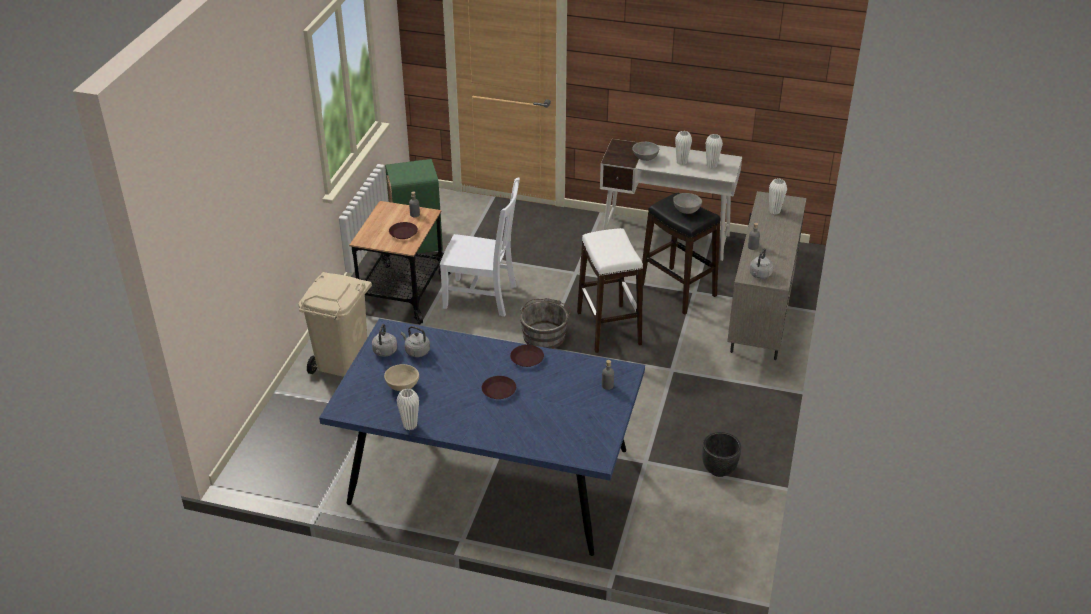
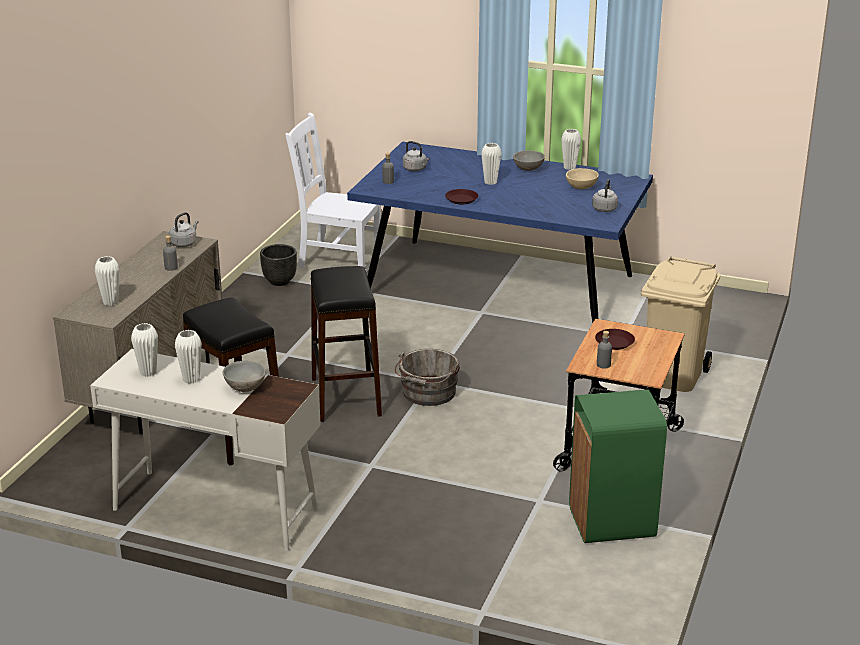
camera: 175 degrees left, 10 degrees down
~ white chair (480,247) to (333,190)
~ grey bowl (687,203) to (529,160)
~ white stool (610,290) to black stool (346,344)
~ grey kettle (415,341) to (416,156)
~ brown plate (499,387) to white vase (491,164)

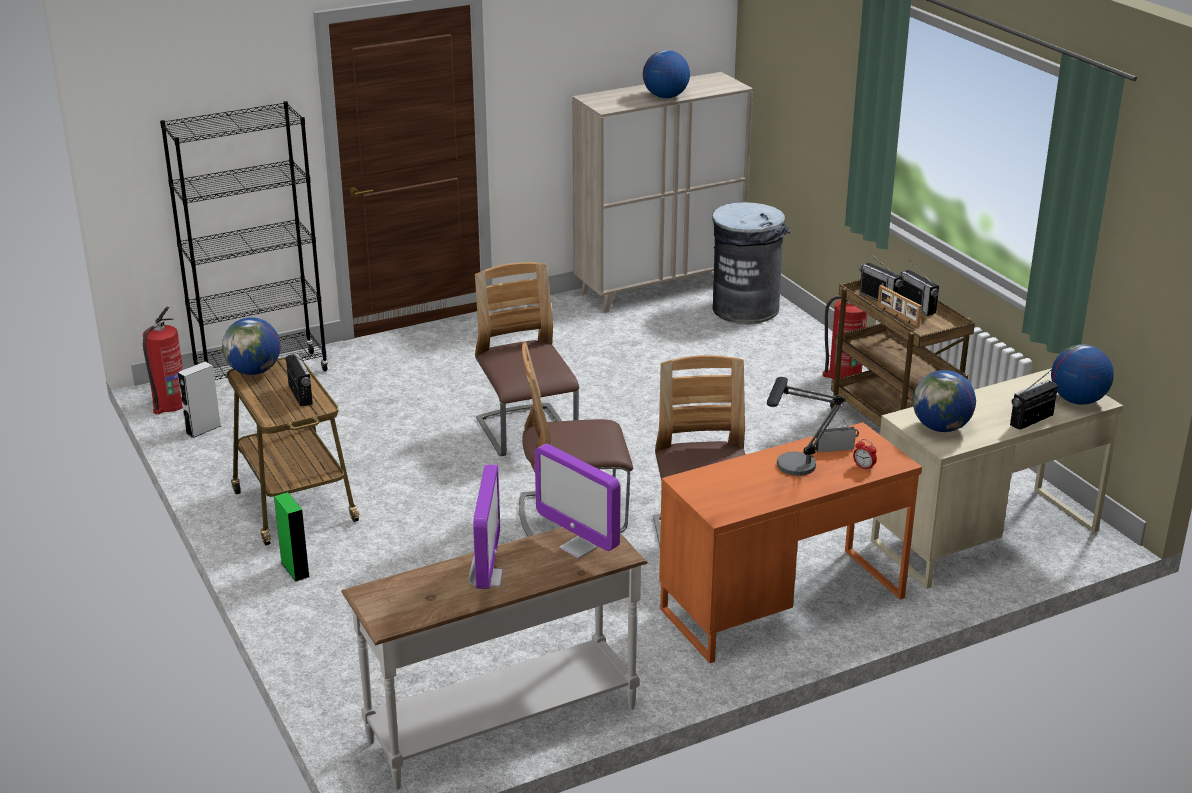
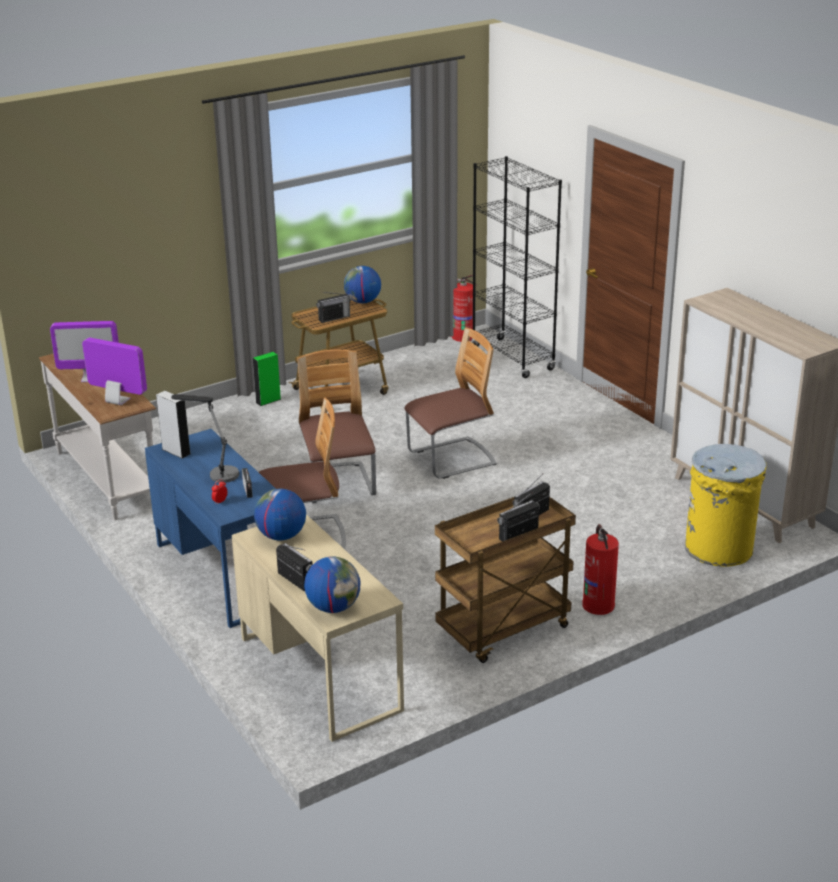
camera: 85 degrees right, 0 degrees up
- globe (666,74)
~ grey trash can (751,263) to yellow trash can (725,505)
- picture frame (899,306)
~ grey speaker (199,399) to (173,425)
~ orange desk (790,542) to blue desk (210,528)
~ monitor (577,501) = (114,371) 75 degrees clockwise

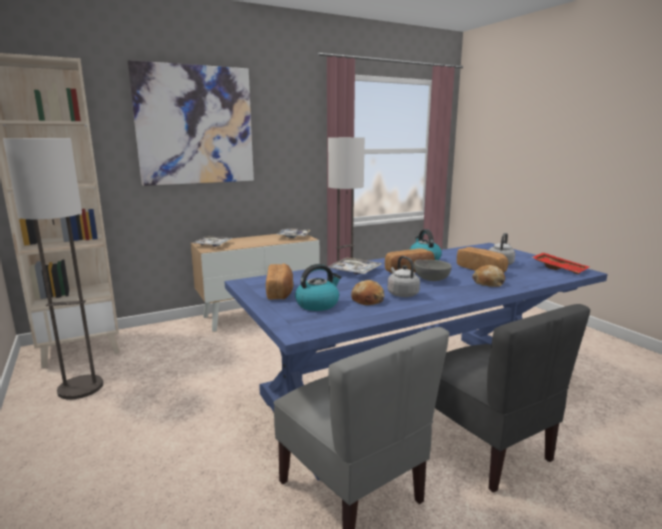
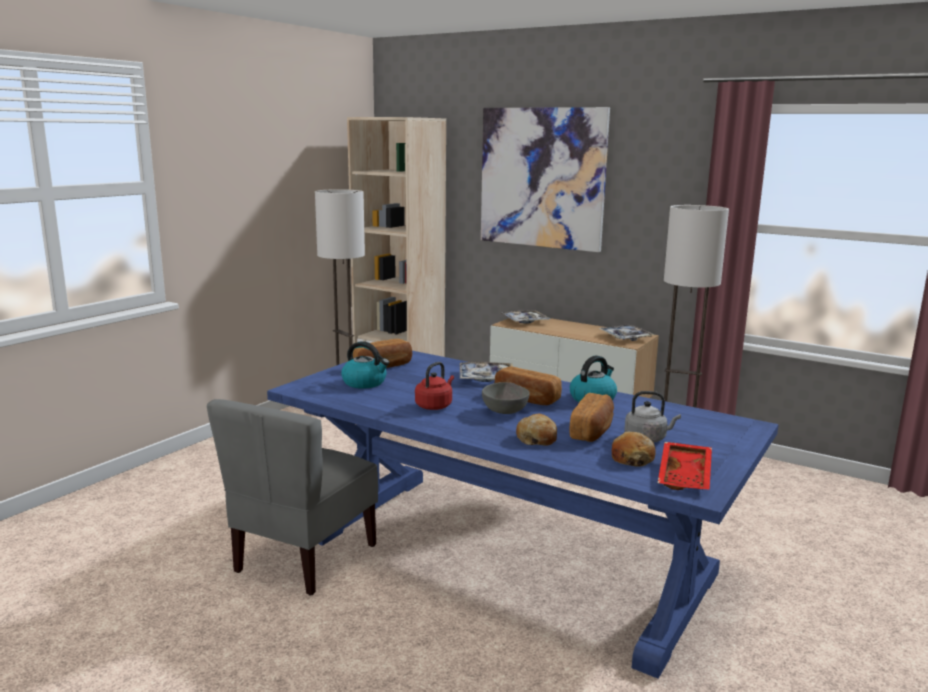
camera: 60 degrees right, 0 degrees up
~ grey kettle (404,276) to red kettle (434,386)
~ bread (368,292) to (634,449)
- grey chair (512,398)

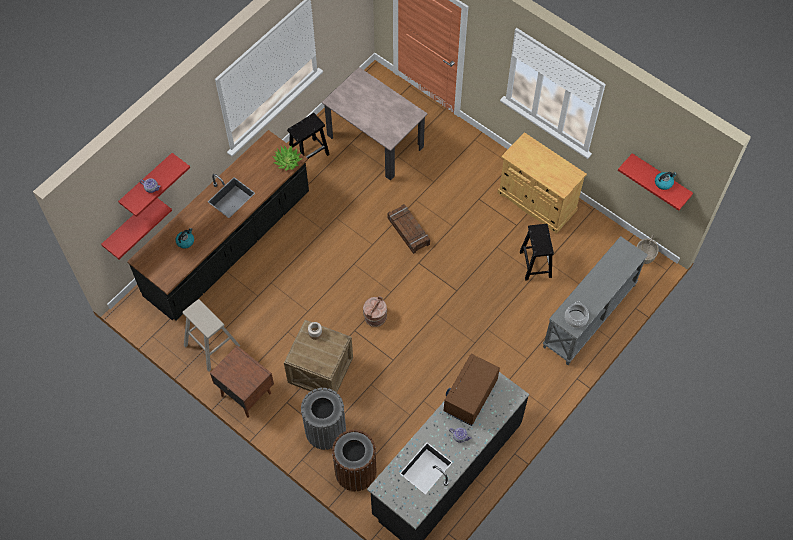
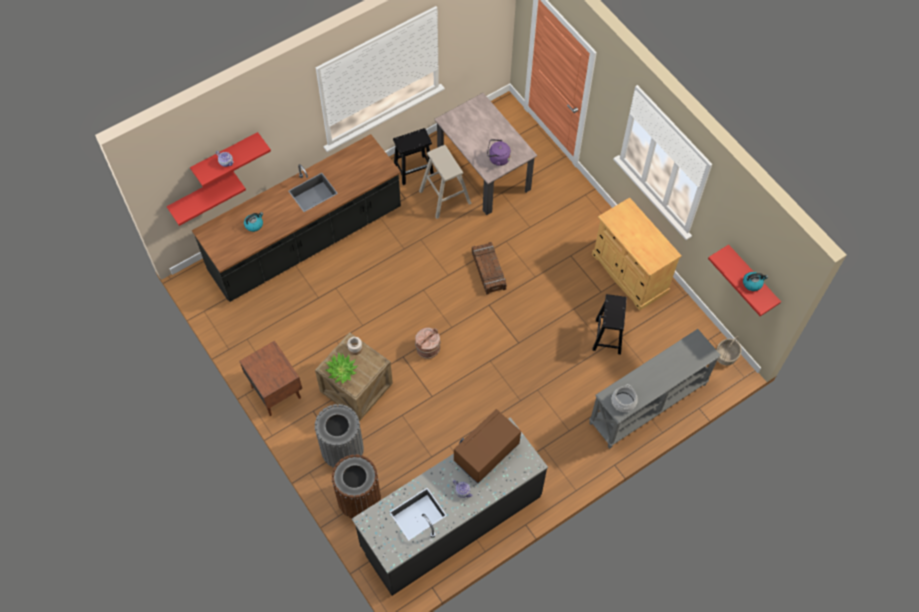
camera: 15 degrees right, 0 degrees up
~ potted plant (287,158) to (341,367)
~ beige stool (211,335) to (445,182)
+ purple kettle (499,152)

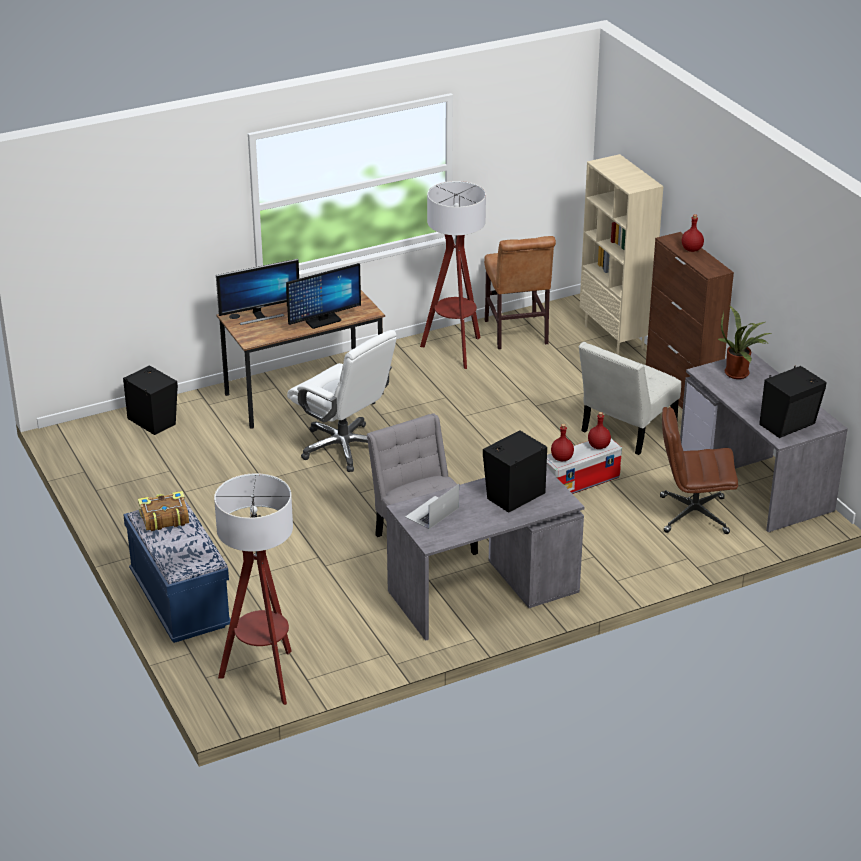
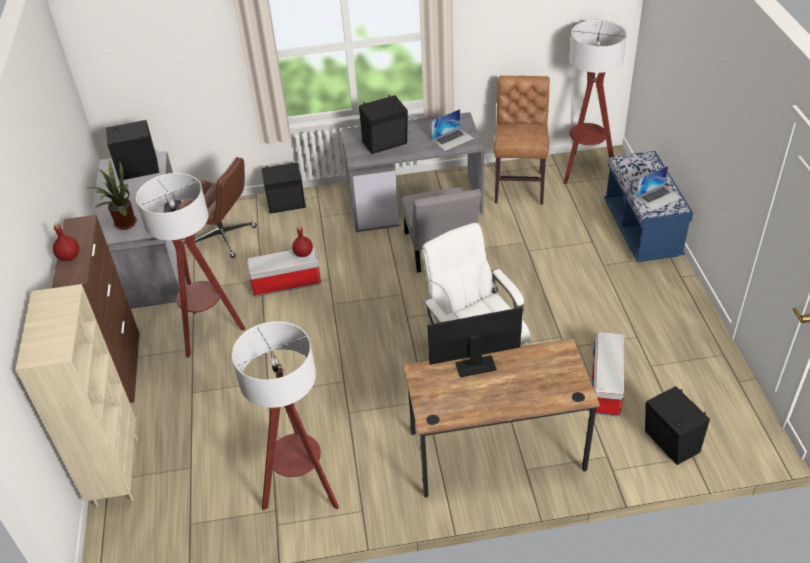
camera: 160 degrees left, 10 degrees up
~ brown chair (520,292) to (522,140)
- monitor (257,292)
~ white chair (630,398) to floor lamp (191,265)
- red bottle (599,430)
~ book (163,511) to laptop (659,188)
+ black speaker (283,188)
+ storage box (608,374)

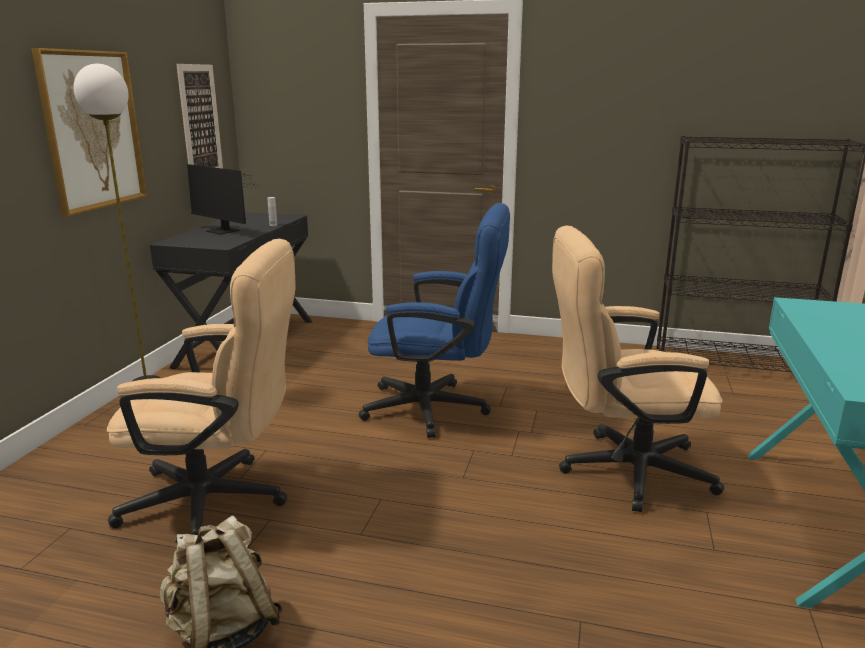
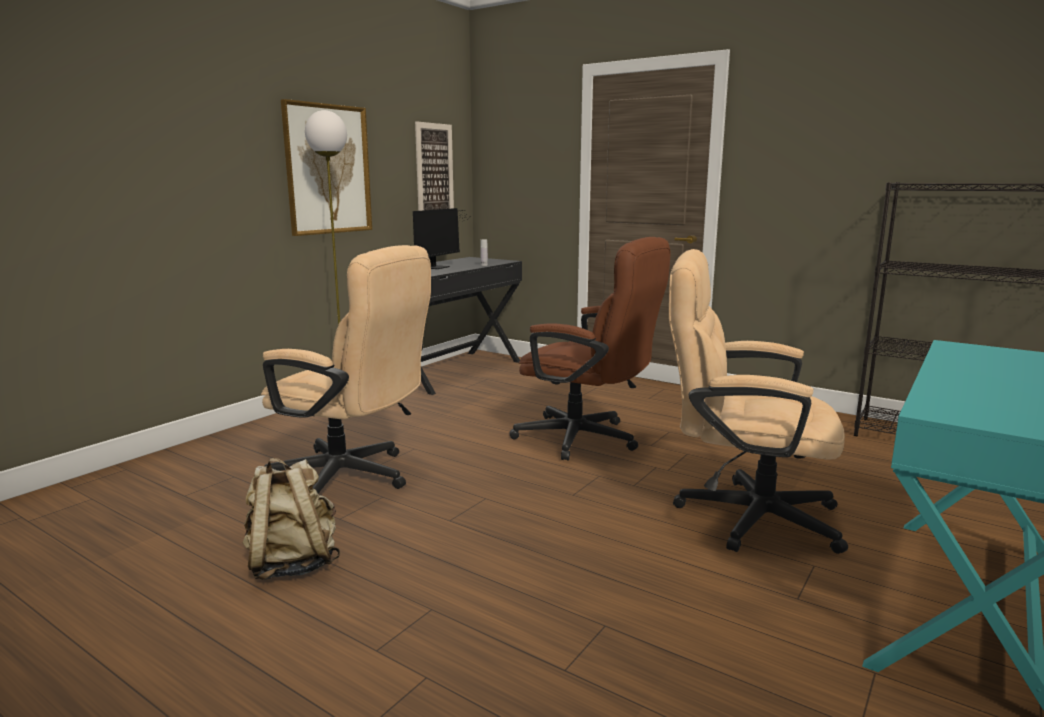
camera: 20 degrees right, 5 degrees down
~ monitor (223,199) = (440,238) 120 degrees counterclockwise
~ blue office chair (434,320) to brown office chair (590,349)

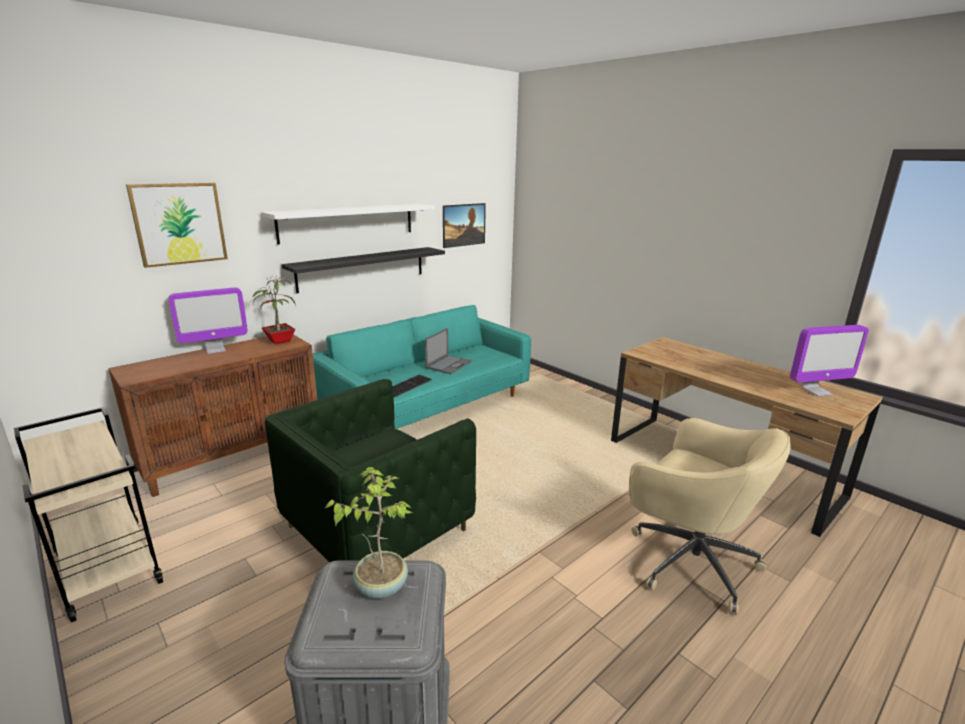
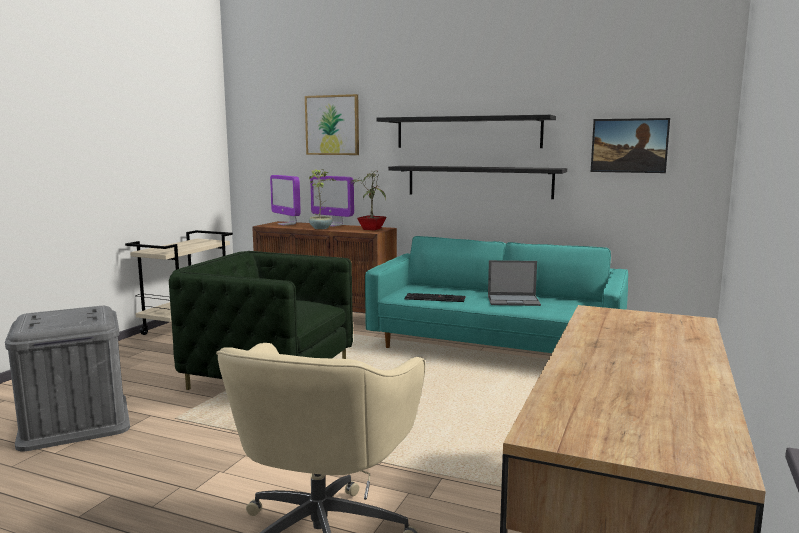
camera: 65 degrees right, 10 degrees down
~ white shelf (348,224) to black shelf (466,131)
~ monitor (829,360) to (285,200)
~ potted plant (369,533) to (322,199)

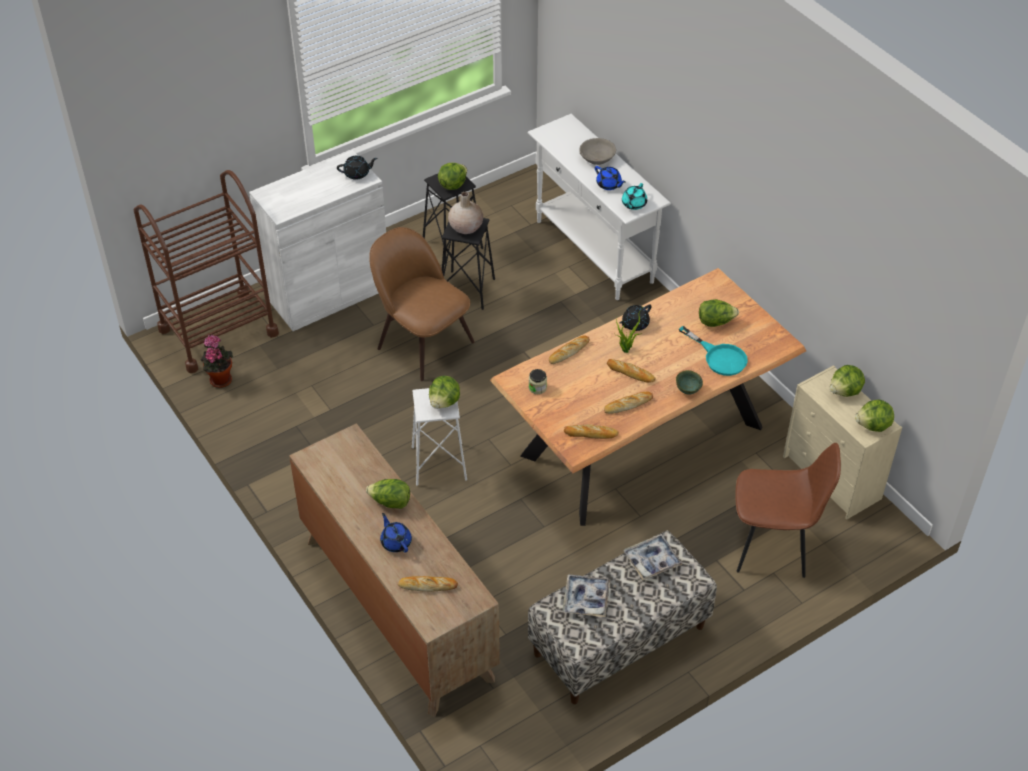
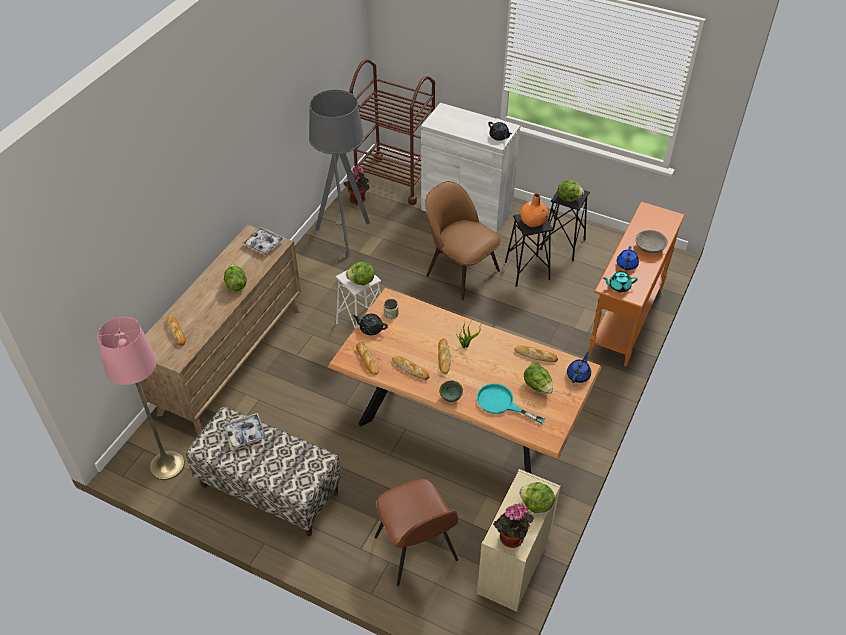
camera: 60 degrees right, 0 degrees up
~ white console table (599,207) to orange console table (637,284)
~ beige vase (465,213) to orange vase (534,210)
~ brown chair (422,304) = (463,240) 60 degrees counterclockwise
~ black teapot (636,317) to (370,324)
~ turquoise frying pan (713,351) = (511,403) 105 degrees clockwise
~ bread (569,350) to (536,354)
~ lettuce (874,416) to potted plant (513,525)
~ blue teapot (396,532) to (579,367)
~ tray (653,557) to (263,241)
+ grey floor lamp (339,173)
+ pink floor lamp (141,398)

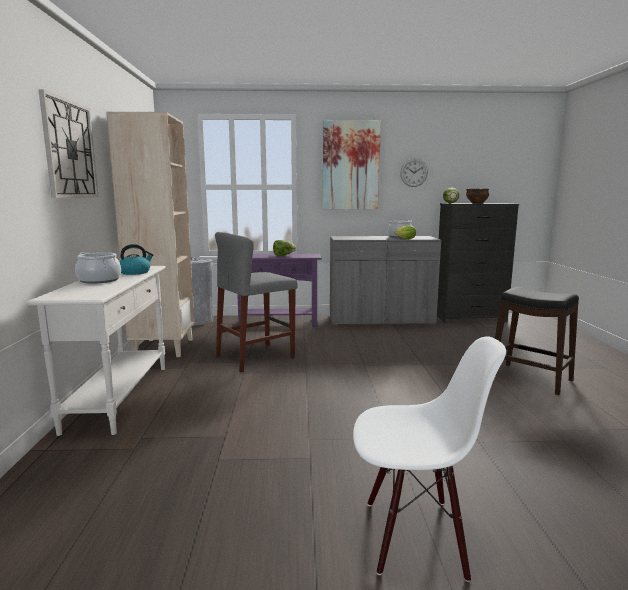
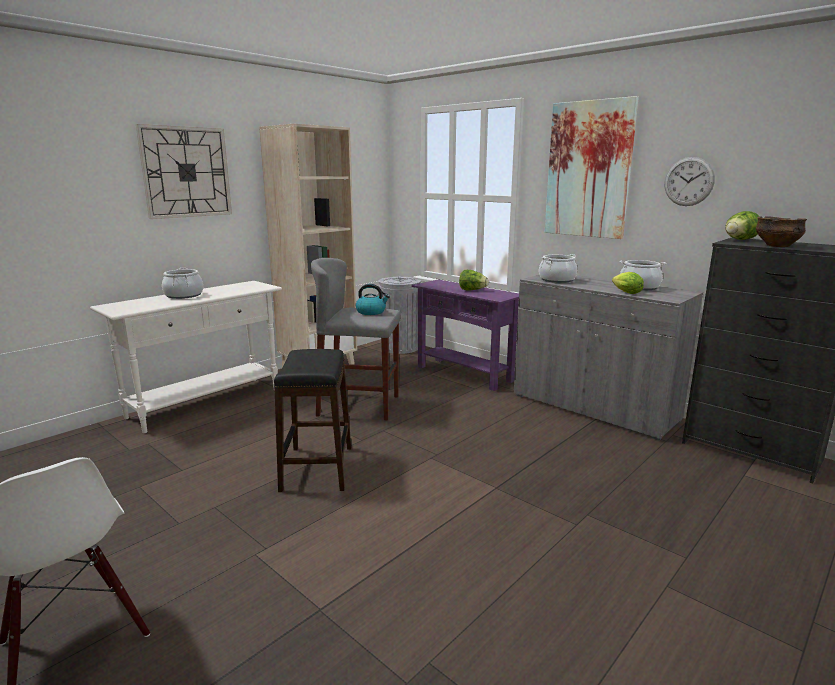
camera: 45 degrees right, 5 degrees up
~ kettle (136,259) to (373,299)
~ black stool (537,341) to (312,420)
+ cooking pot (558,268)

